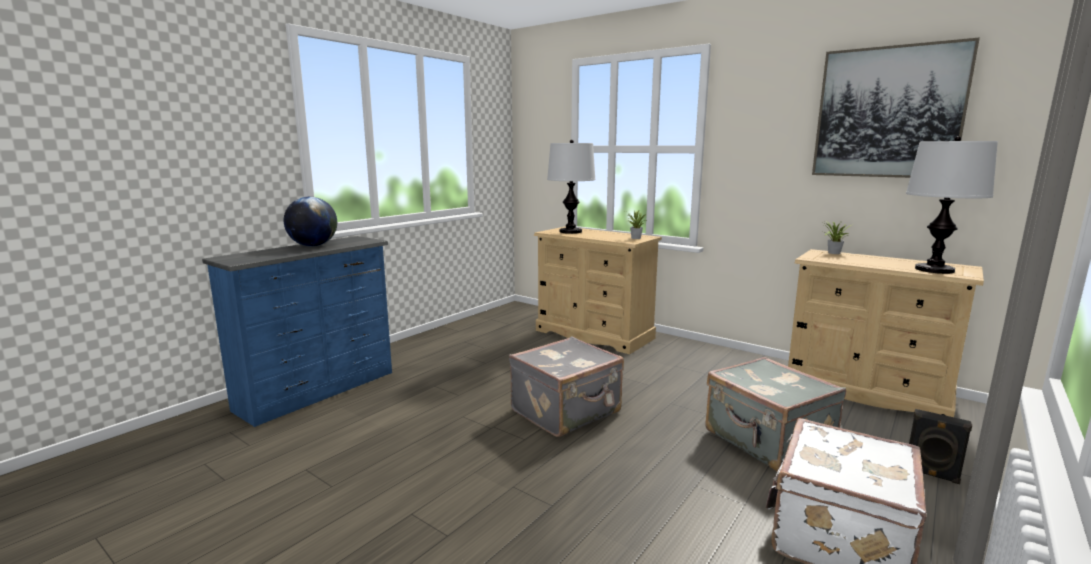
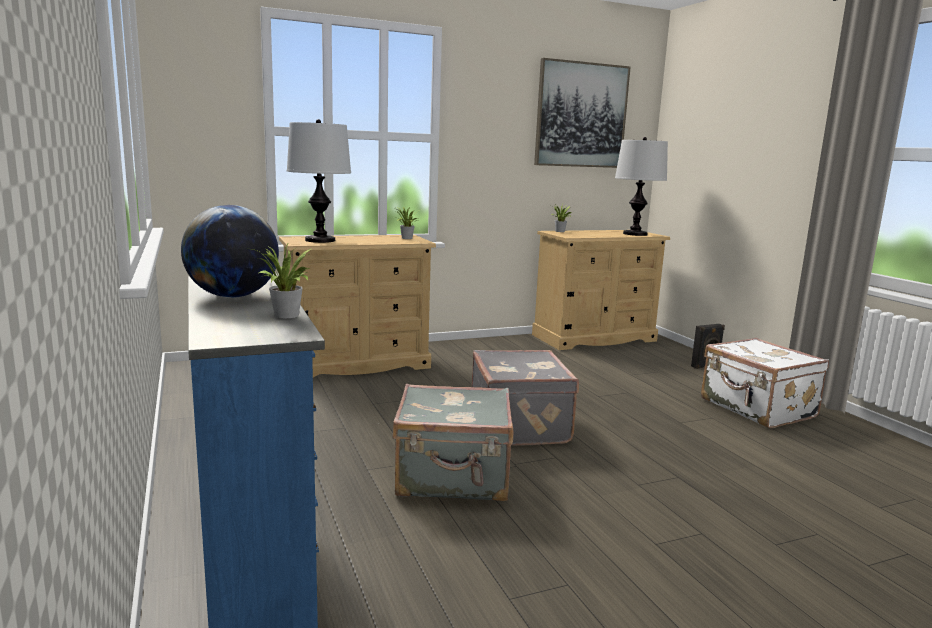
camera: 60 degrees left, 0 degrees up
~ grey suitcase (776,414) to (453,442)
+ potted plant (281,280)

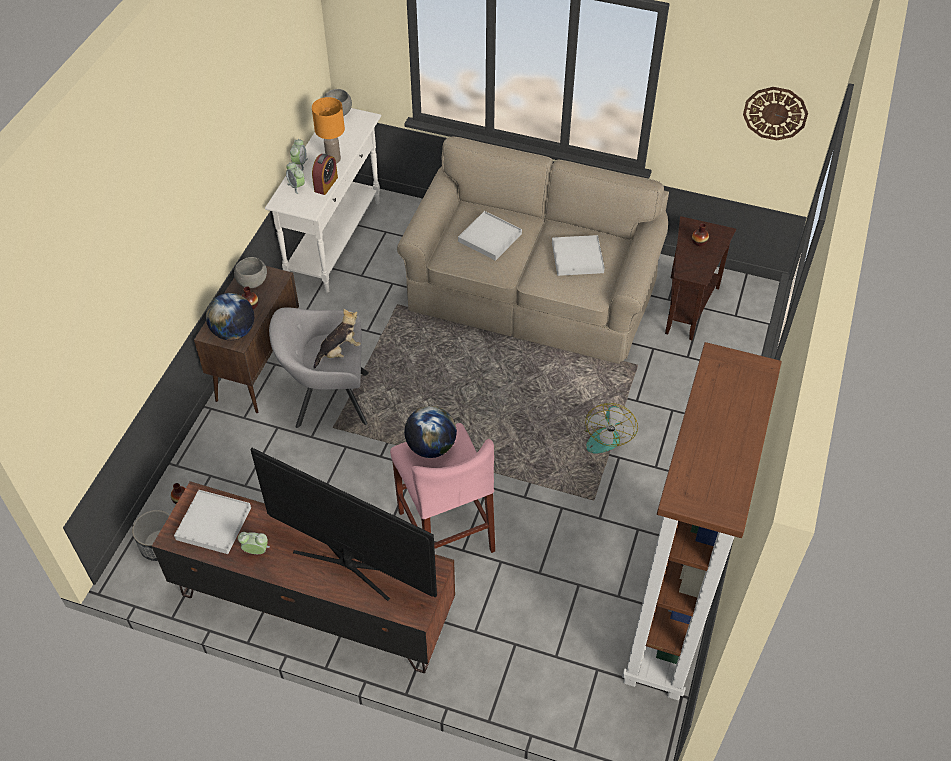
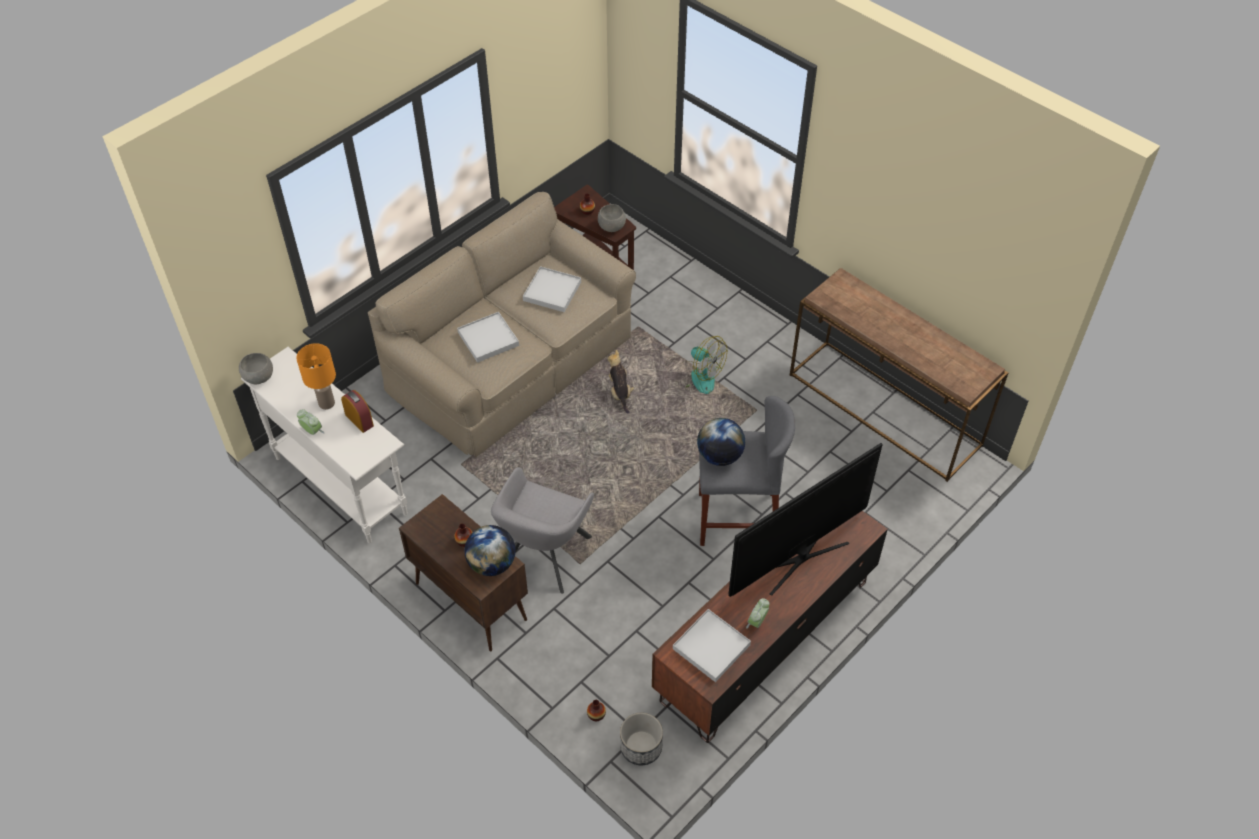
camera: 65 degrees left, 0 degrees up
- wall clock (775,113)
- alarm clock (295,178)
~ grey bowl (250,272) to (612,218)
~ plush toy (337,339) to (621,381)
~ brown bookcase (702,521) to brown console table (899,375)
~ pink stool (442,488) to grey stool (747,471)

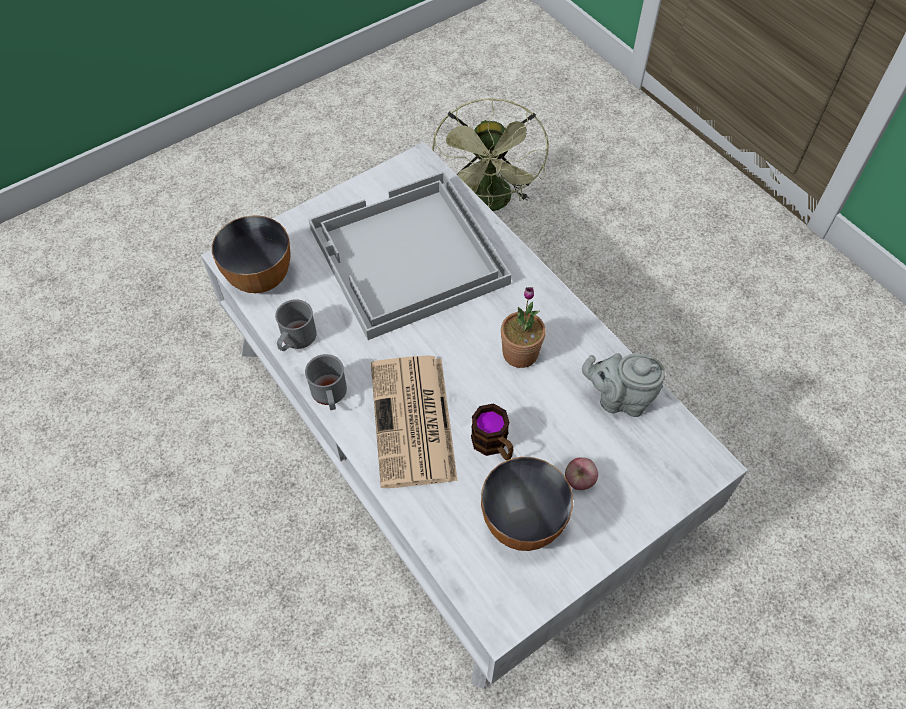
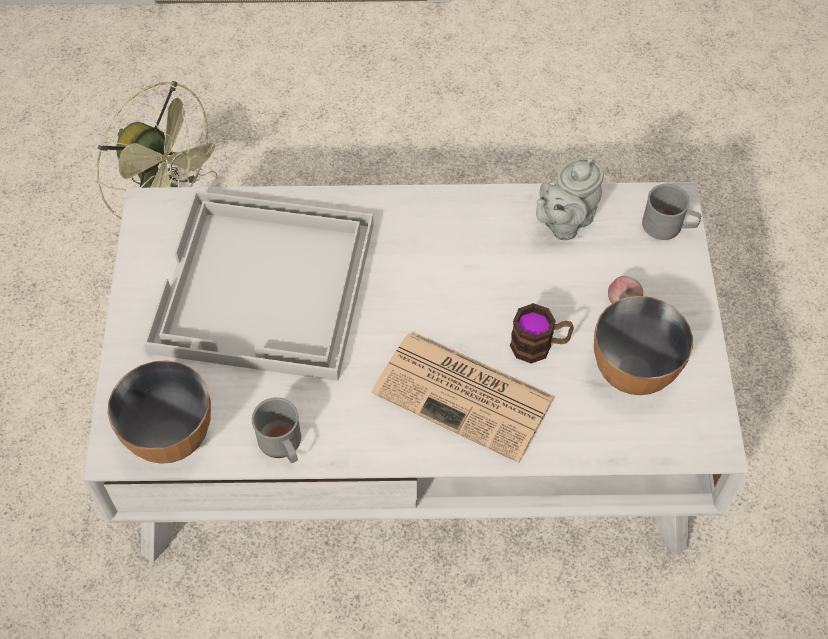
camera: 55 degrees left, 0 degrees up
- potted plant (523,327)
~ grey mug (326,382) to (671,212)

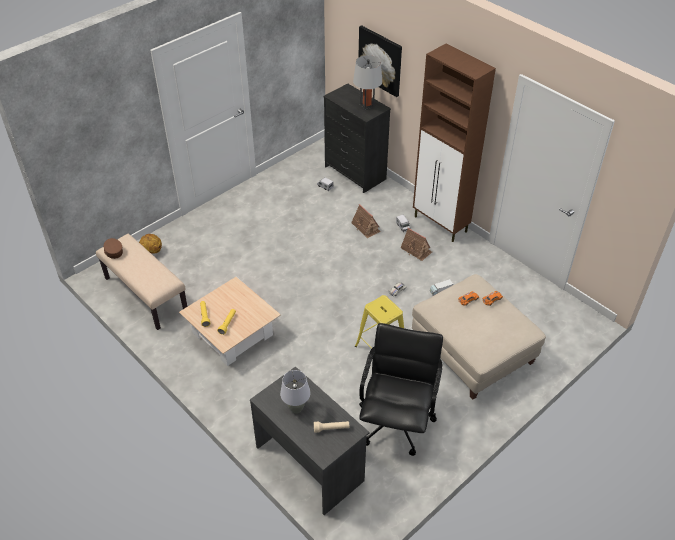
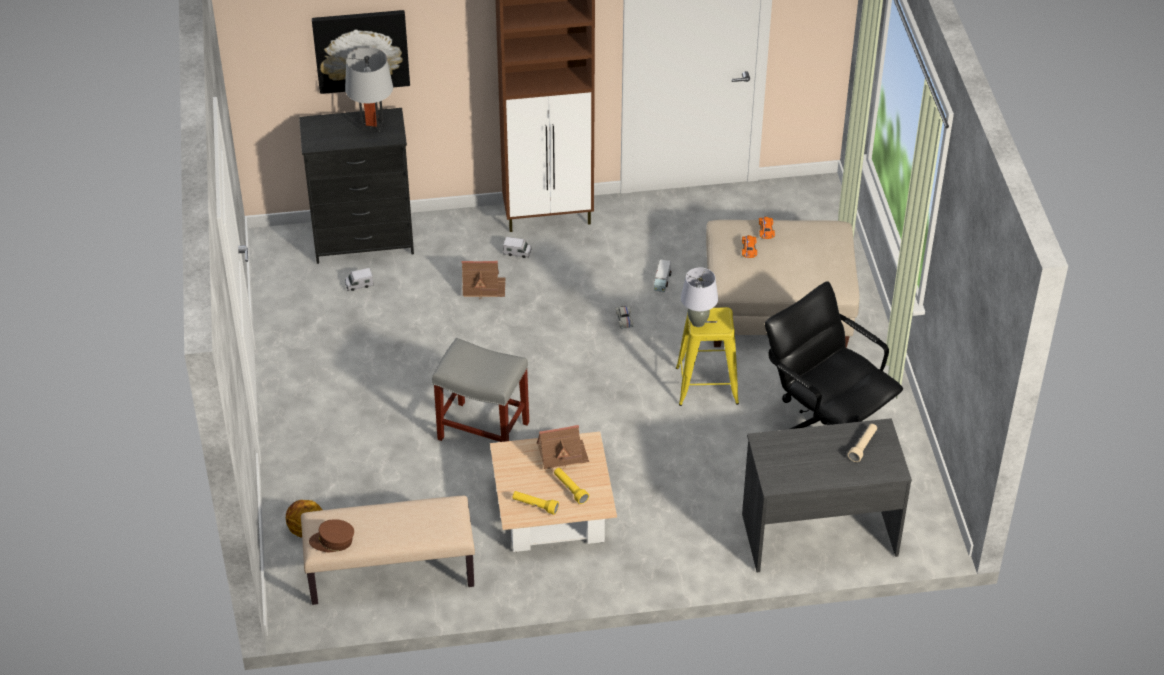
camera: 55 degrees left, 0 degrees up
~ toy house (416,244) to (563,447)
~ grey table lamp (295,392) to (699,297)
+ grey stool (480,390)

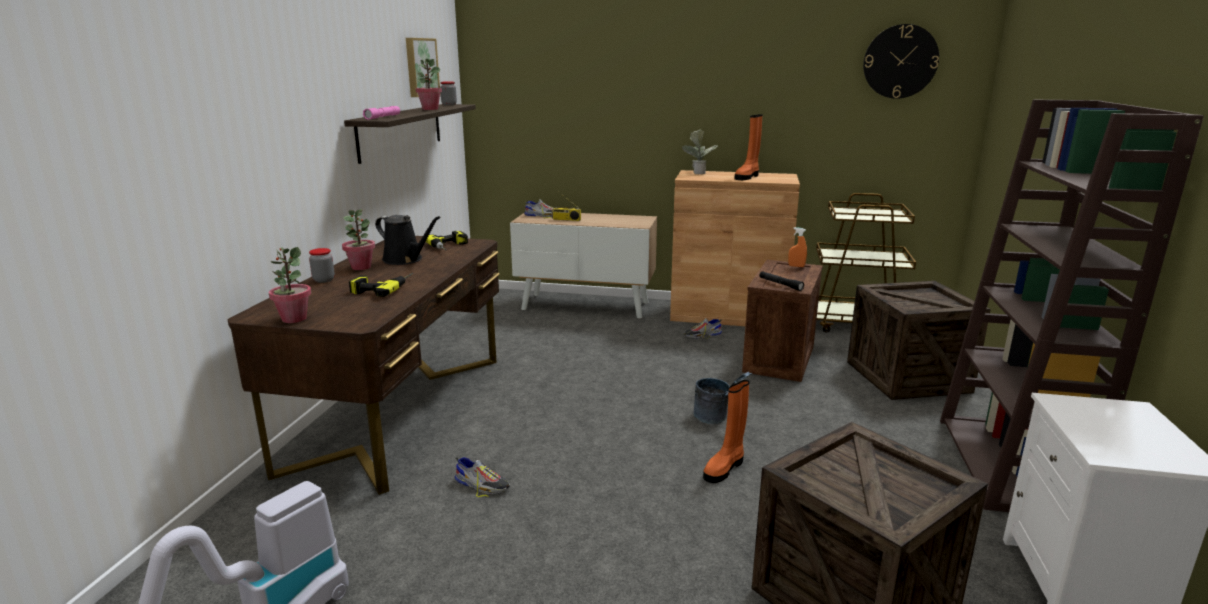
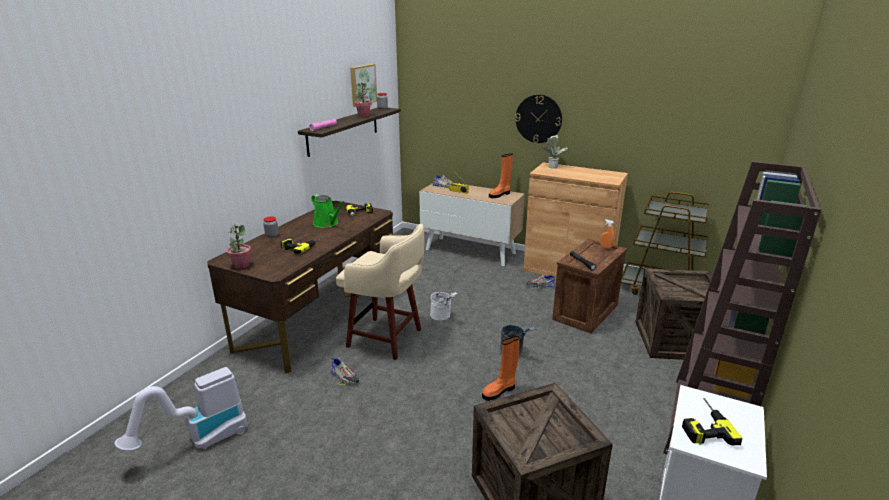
camera: 15 degrees right, 5 degrees up
~ wall clock (901,61) to (538,118)
~ orange boot (749,147) to (501,175)
- potted plant (358,239)
~ black watering can (408,240) to green watering can (328,211)
+ beige stool (380,292)
+ white bucket (444,306)
+ power drill (712,421)

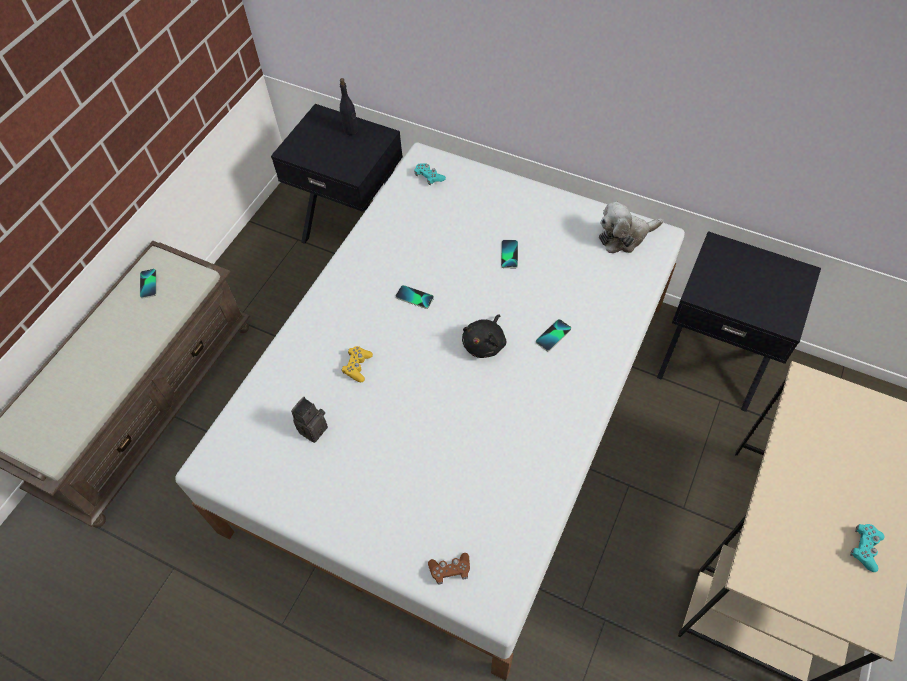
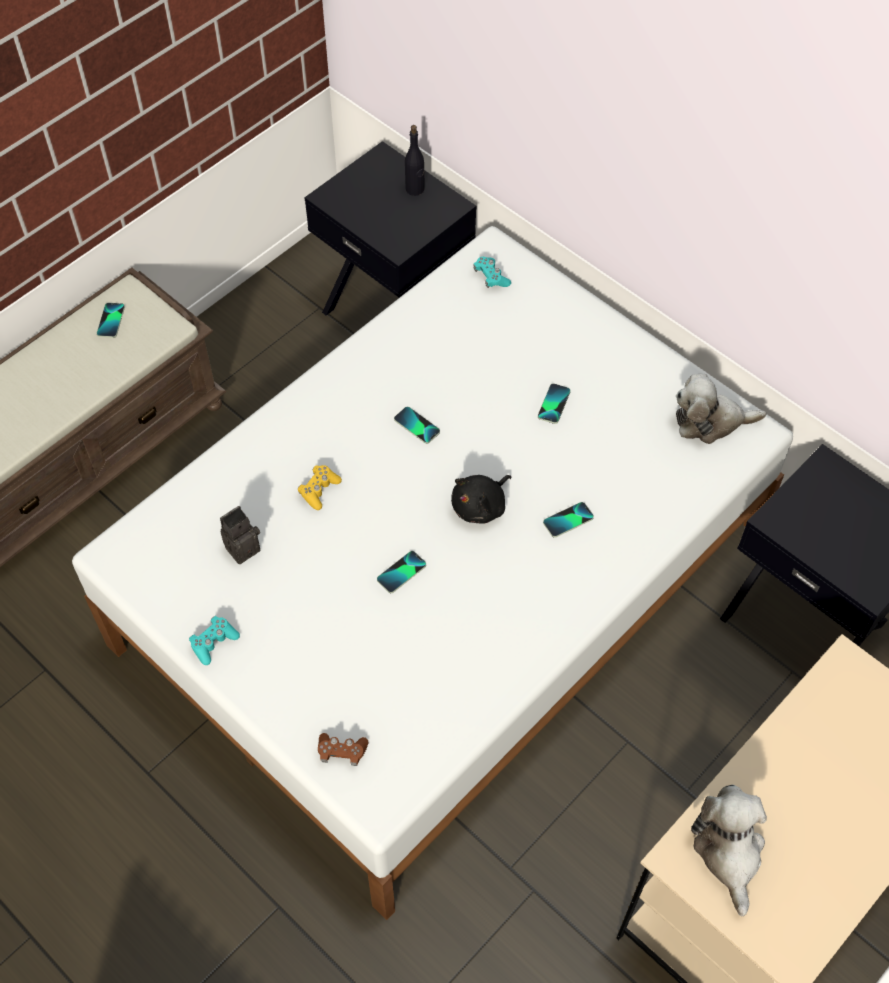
camera: 15 degrees right, 0 degrees up
~ turquoise game controller (867,548) to (214,640)
+ phone (401,572)
+ plush toy (729,850)

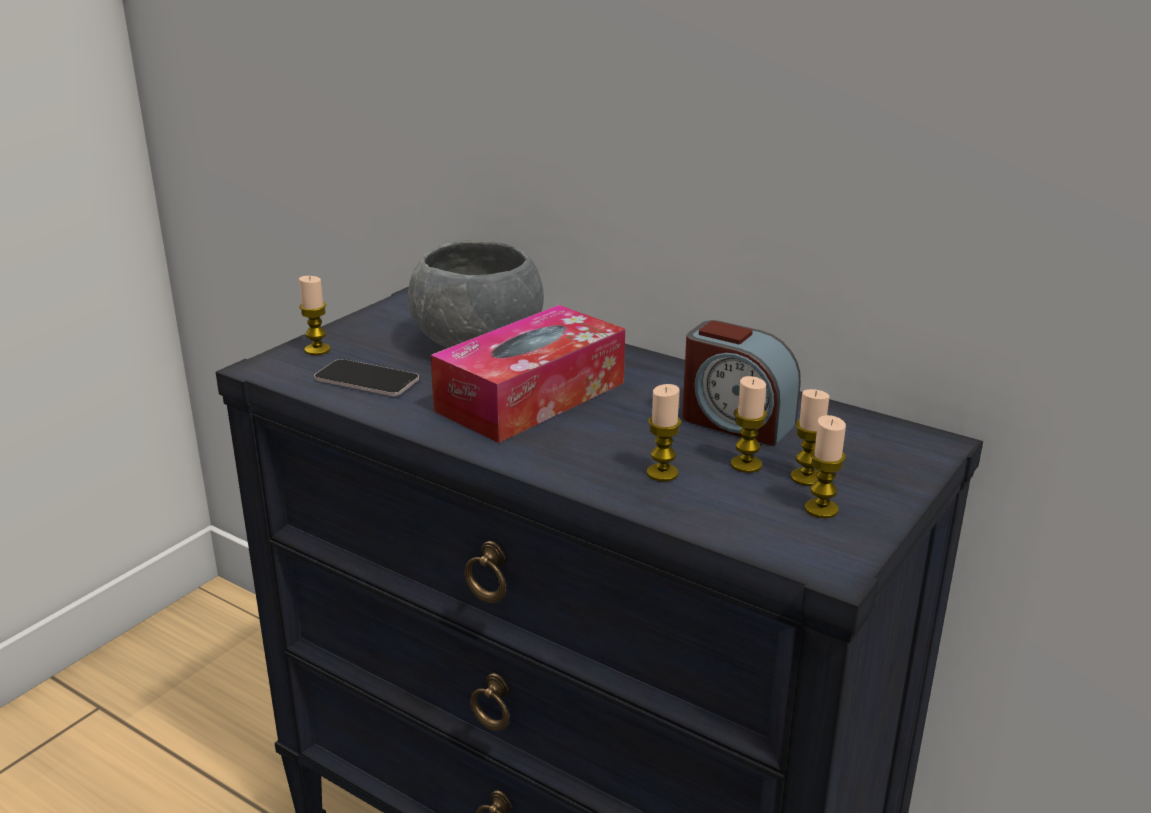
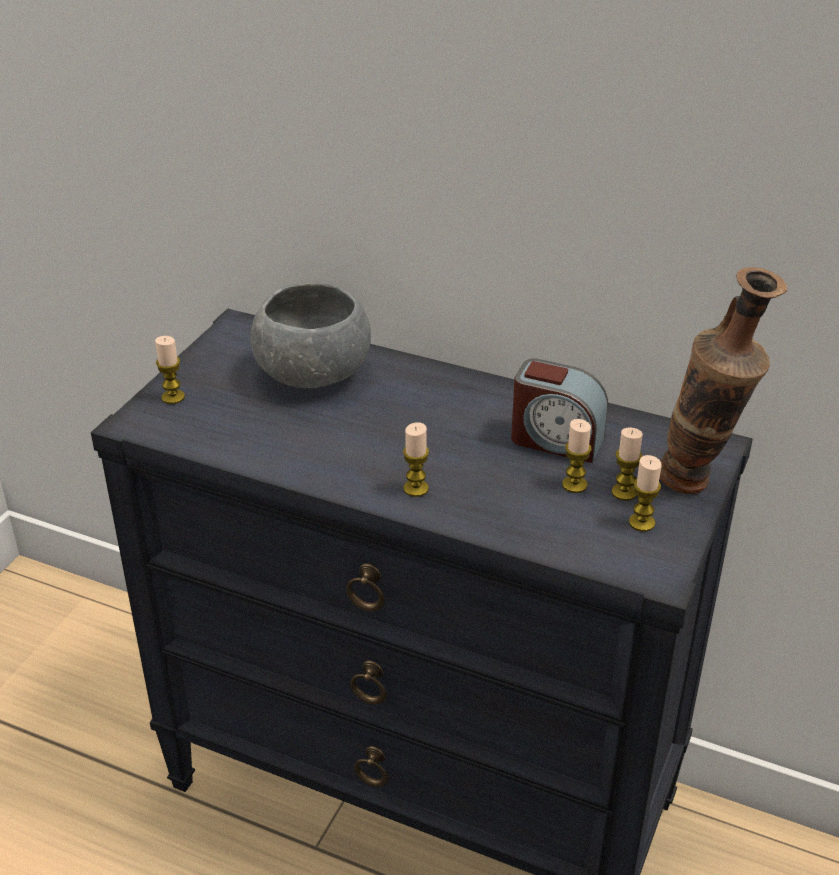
camera: 10 degrees left, 10 degrees up
- tissue box (528,374)
- phone (366,377)
~ candle (664,433) to (416,459)
+ vase (723,380)

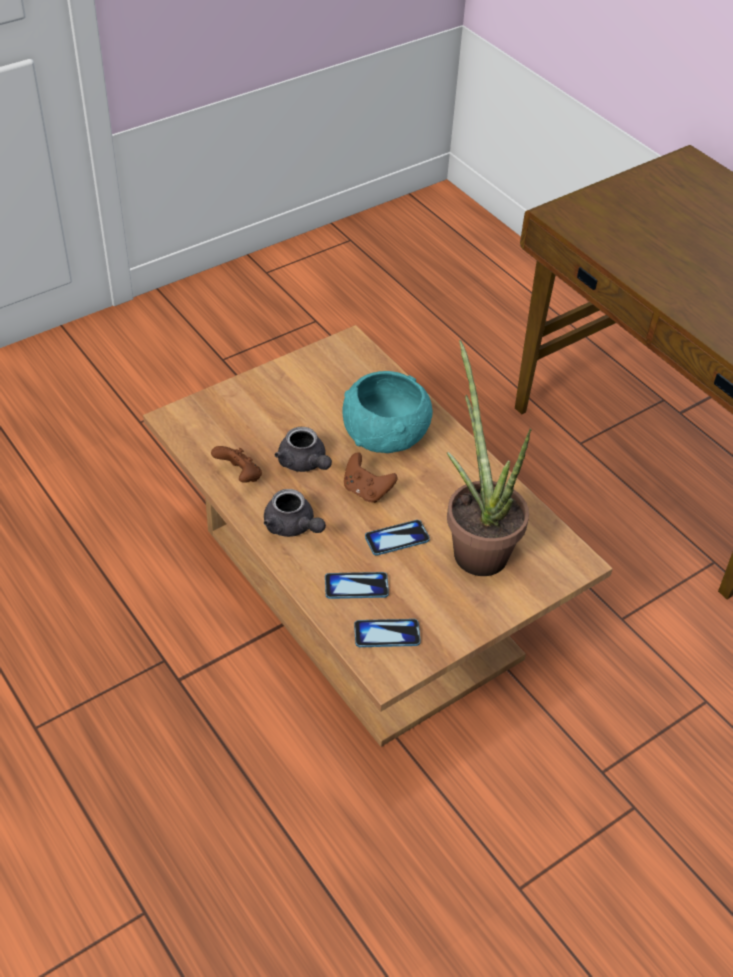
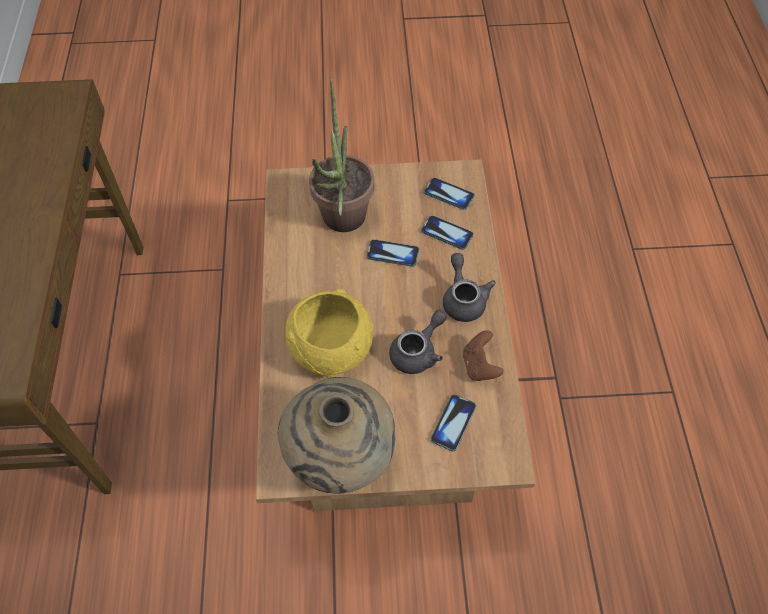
camera: 145 degrees left, 10 degrees up
~ turquoise bowl (387,412) to yellow bowl (329,333)
~ grey teapot (303,449) = (418,341) 45 degrees clockwise
- brown game controller (371,477)
+ beige vase (336,435)
+ phone (453,422)

